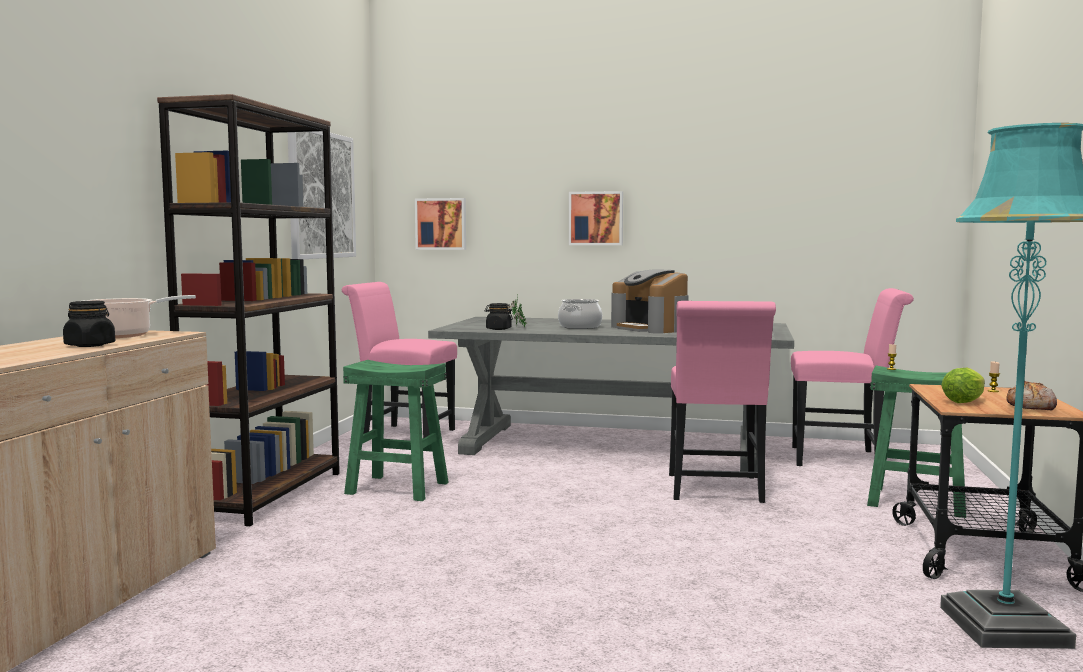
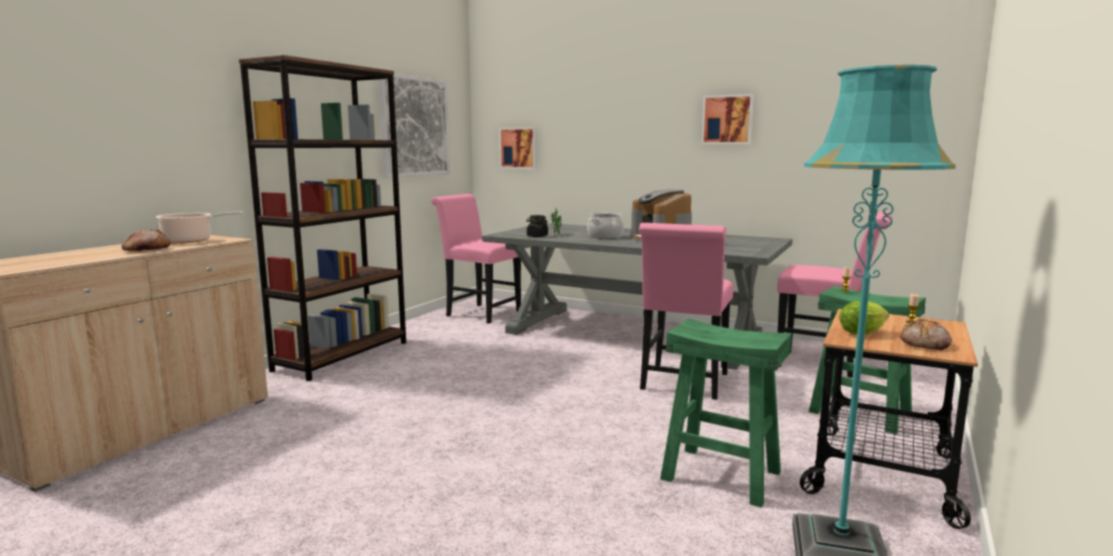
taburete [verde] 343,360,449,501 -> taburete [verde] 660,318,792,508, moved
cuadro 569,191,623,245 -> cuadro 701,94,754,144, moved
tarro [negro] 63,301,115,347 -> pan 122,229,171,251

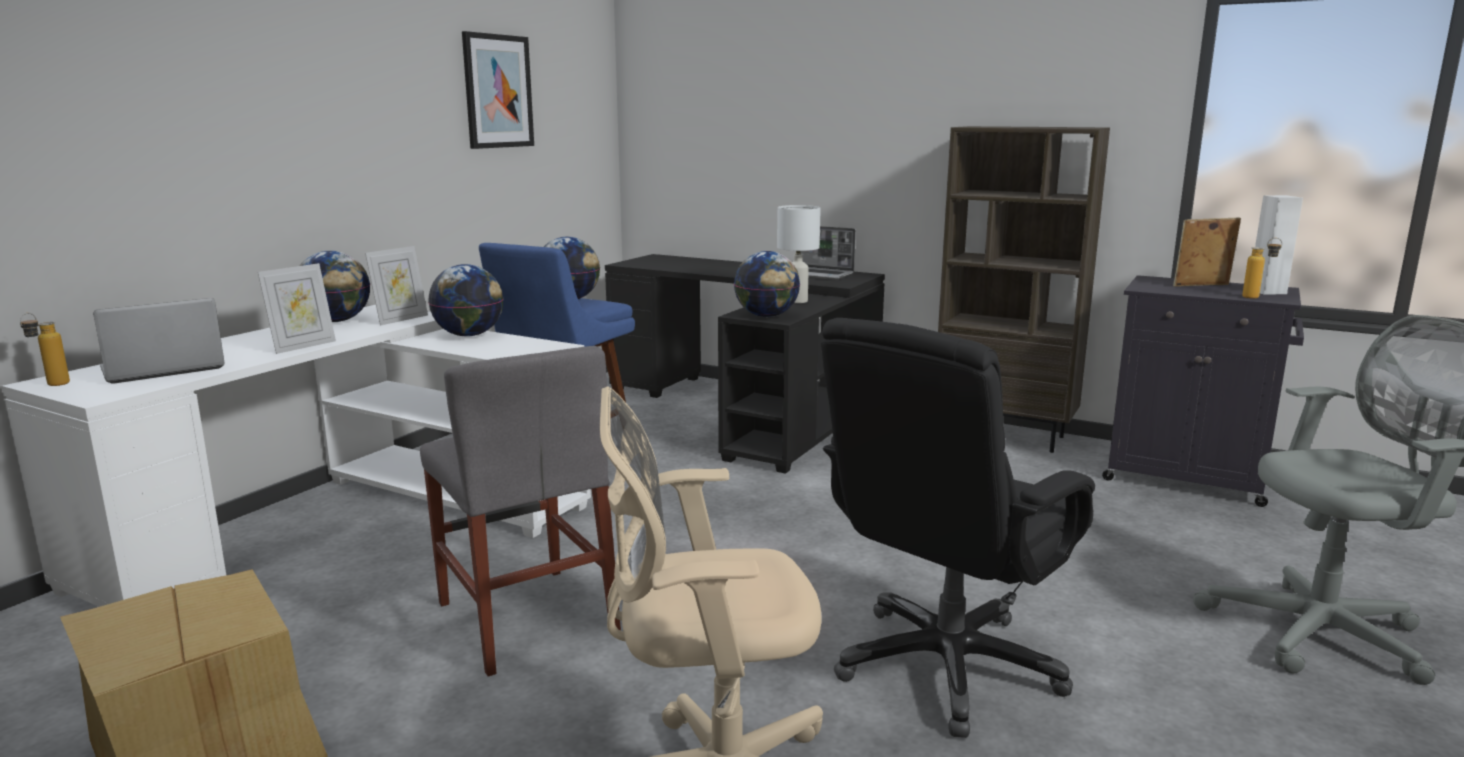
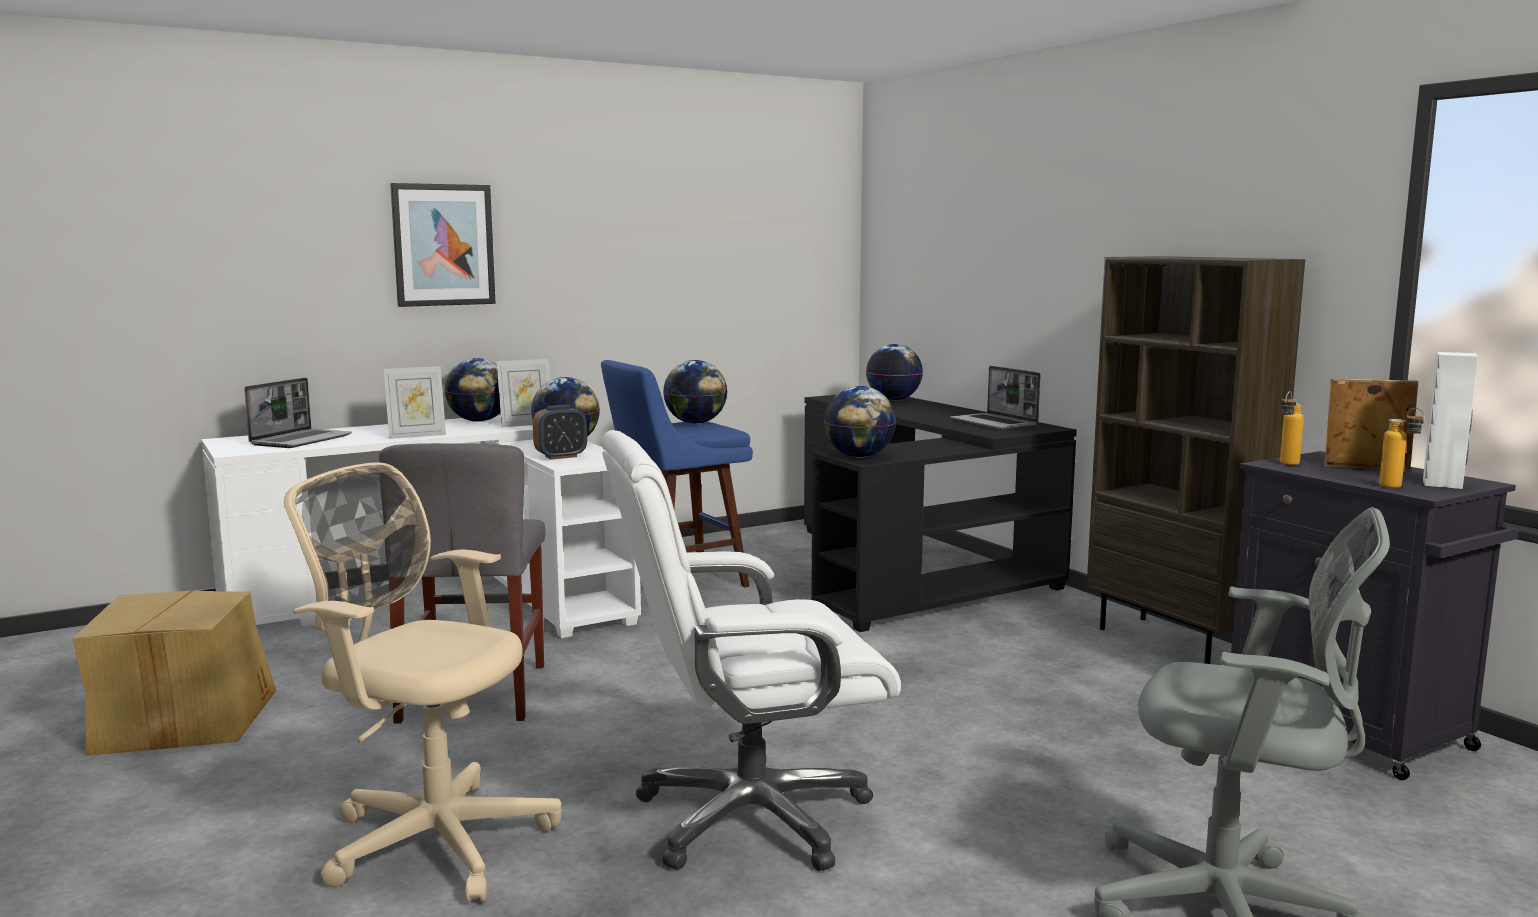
lámpara de mesa [blanco] 777,205,821,303 -> none
none -> despertador 533,405,587,460
none -> globo terráqueo 866,344,923,400
botella 20,313,70,386 -> botella 1280,391,1304,465, moved
cuadro 462,31,534,149 -> cuadro 390,183,496,307, moved
silla de oficina [negro] 821,318,1095,738 -> silla de oficina [blanco] 601,430,901,871
portátil 93,298,225,384 -> portátil 244,378,352,448, 120 degrees clockwise

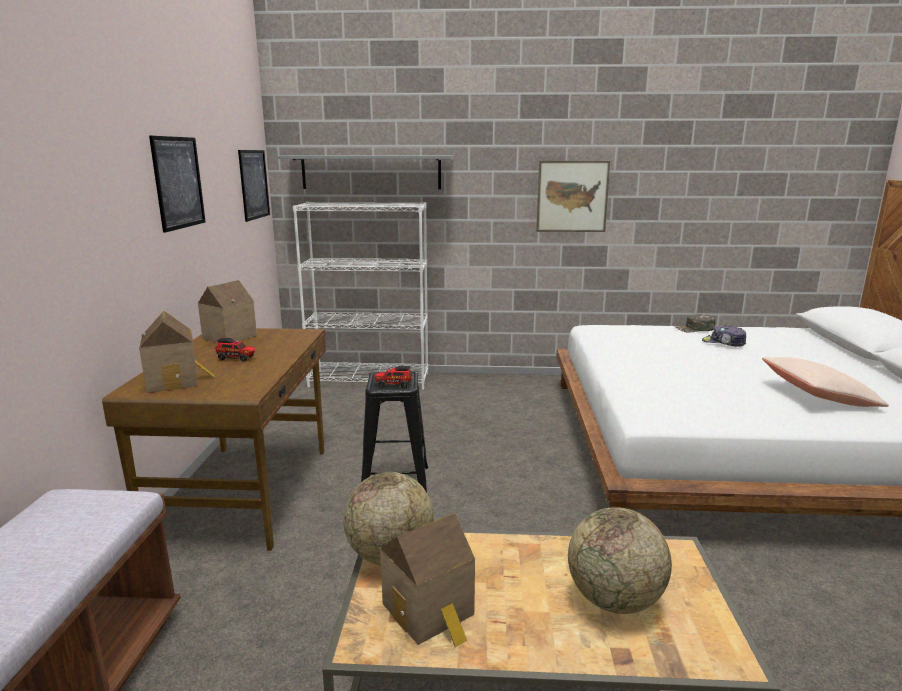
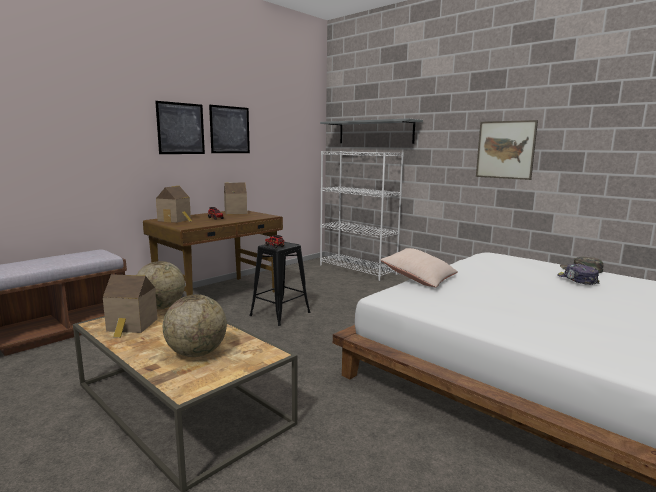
cuadro 238,150,270,222 -> cuadro 155,101,205,154, moved
cojín [beis] 762,357,889,407 -> cojín [beis] 381,248,458,287, moved

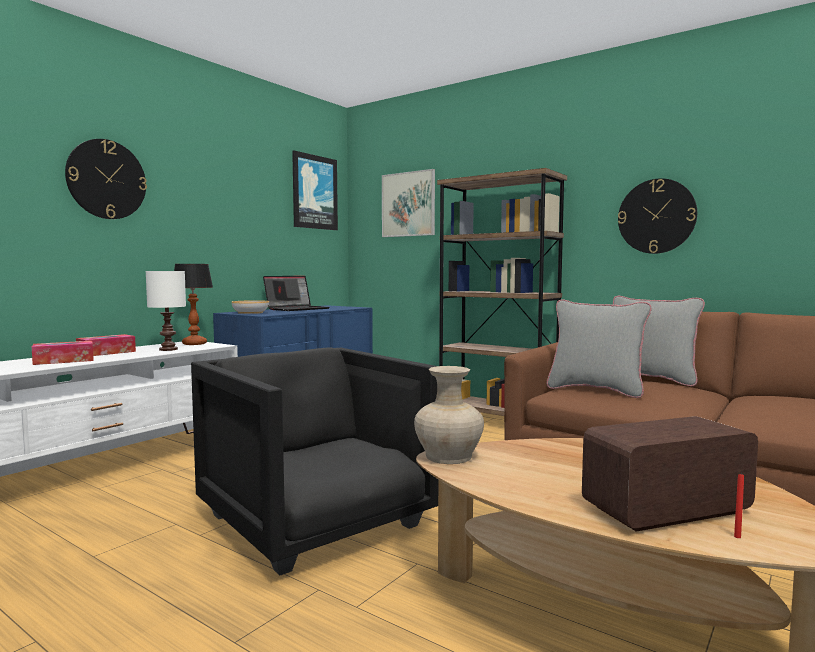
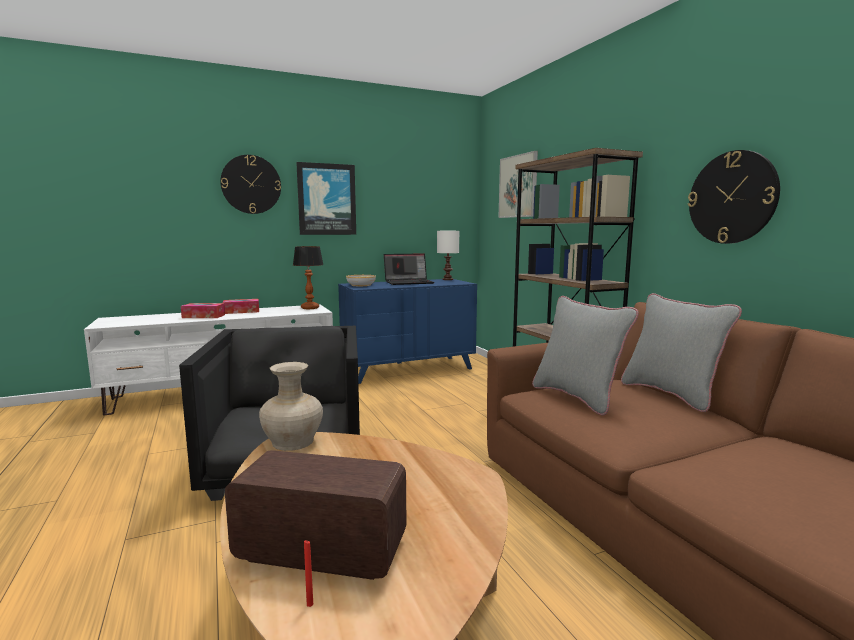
lámpara de mesa [blanco] 146,271,186,351 -> lámpara de mesa [blanco] 437,231,459,280, moved
cuadro 292,150,338,230 -> cuadro 296,162,356,235, moved

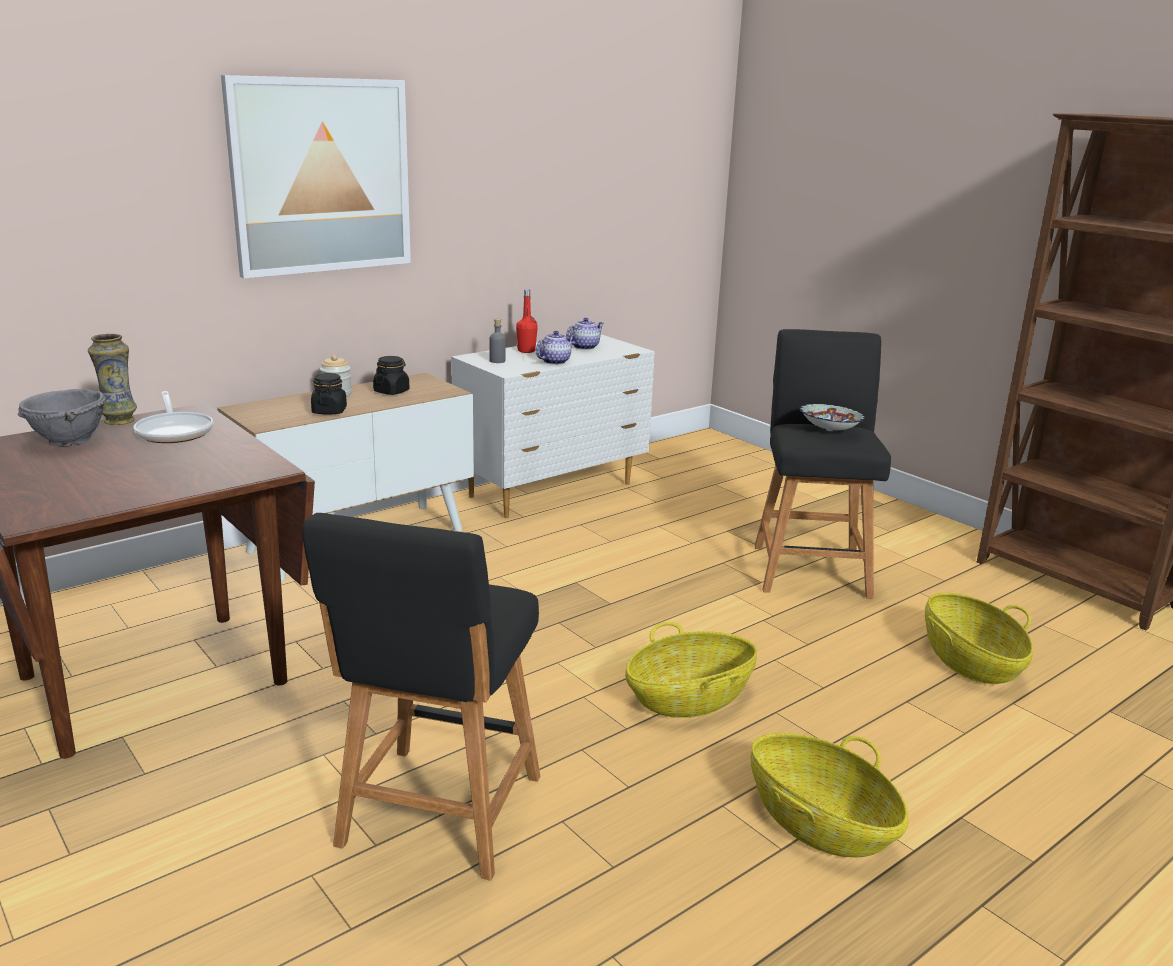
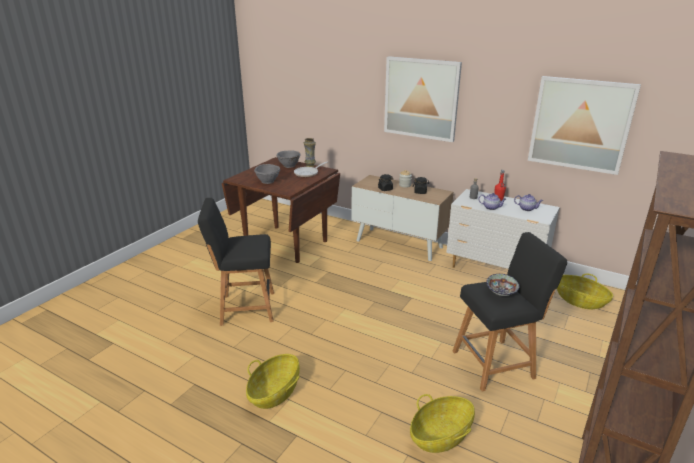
none -> cuenco [gris] 254,164,280,184
none -> cuadro 528,76,641,175
cesta 625,622,757,718 -> cesta 557,274,613,309, moved

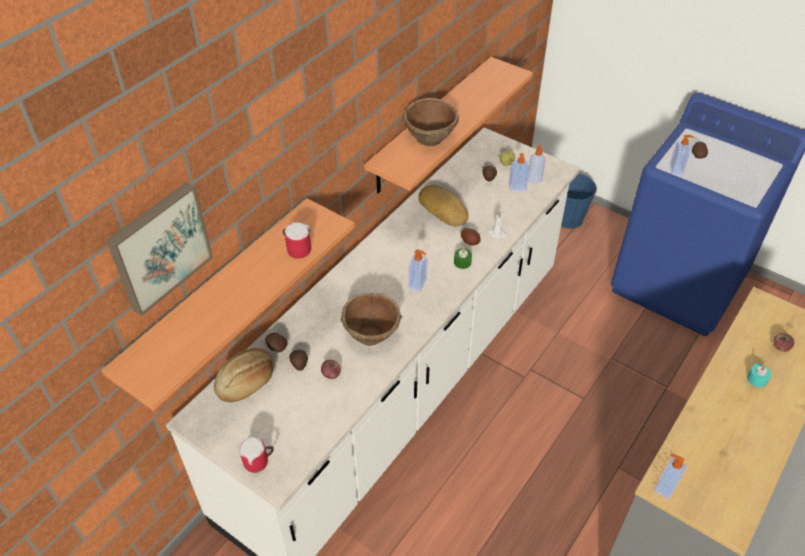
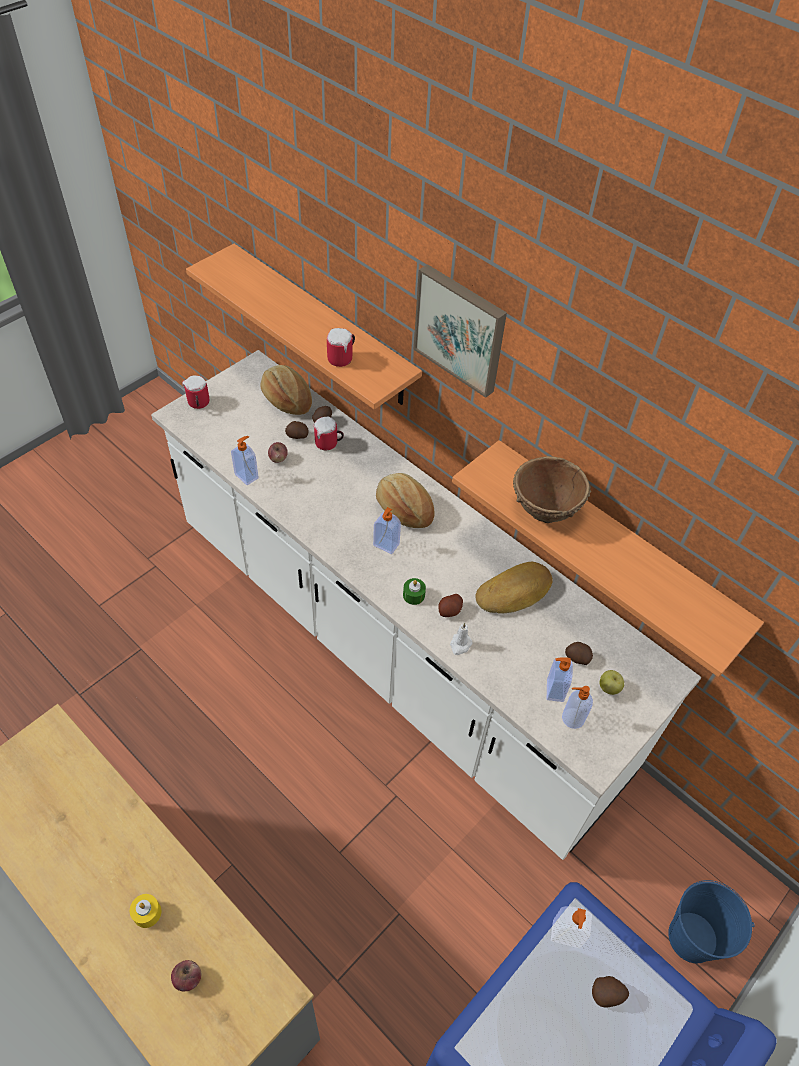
cuenco [marrón] 341,293,402,346 -> none
none -> taza grande 314,417,344,450
none -> pan 376,473,435,528
cuadro 106,182,213,316 -> cuadro 414,264,507,398, moved
dispensador de jabón 654,454,687,499 -> dispensador de jabón 231,436,259,485, moved
vela [turquesa] 747,364,772,387 -> vela [amarillo] 130,894,161,928

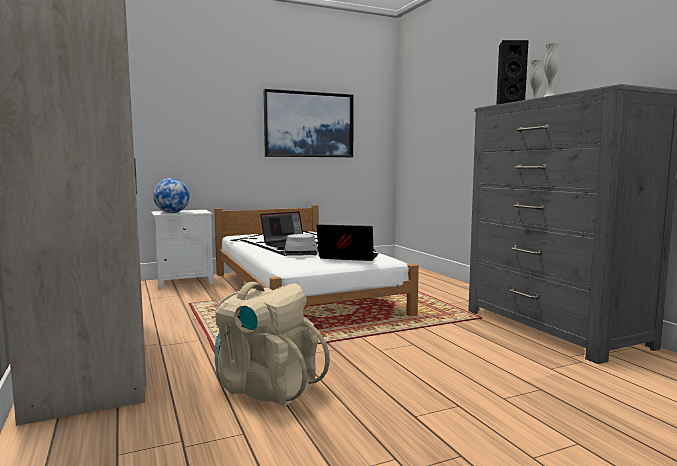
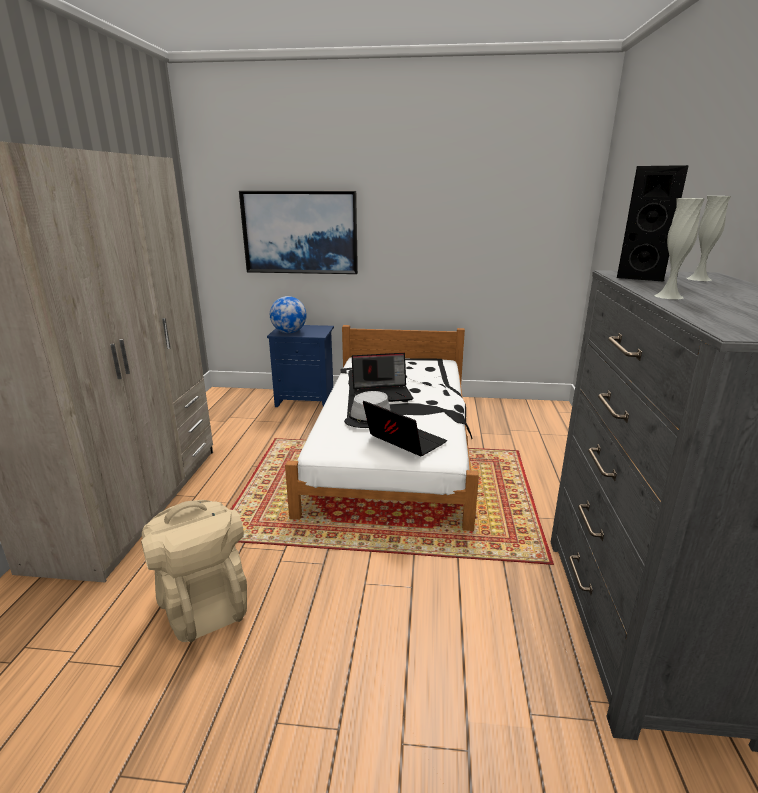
cuadro 263,89,354,157 -> cuadro 239,191,358,274, moved
mesita de noche [blanco] 151,210,214,289 -> mesita de noche [azul] 267,325,334,407

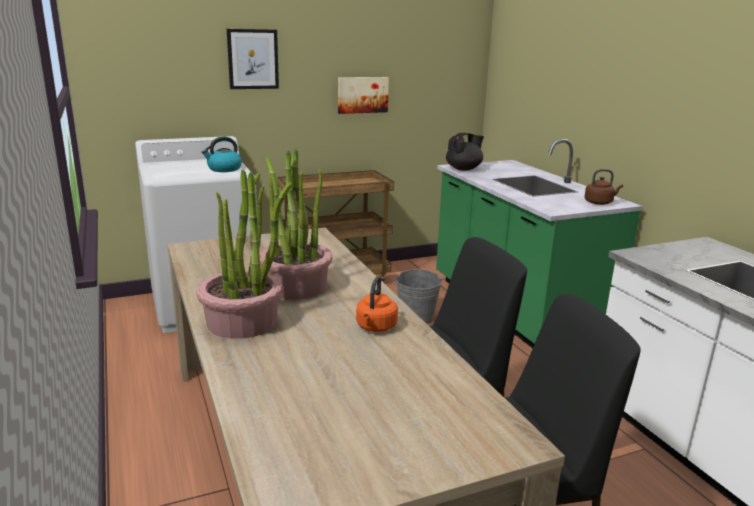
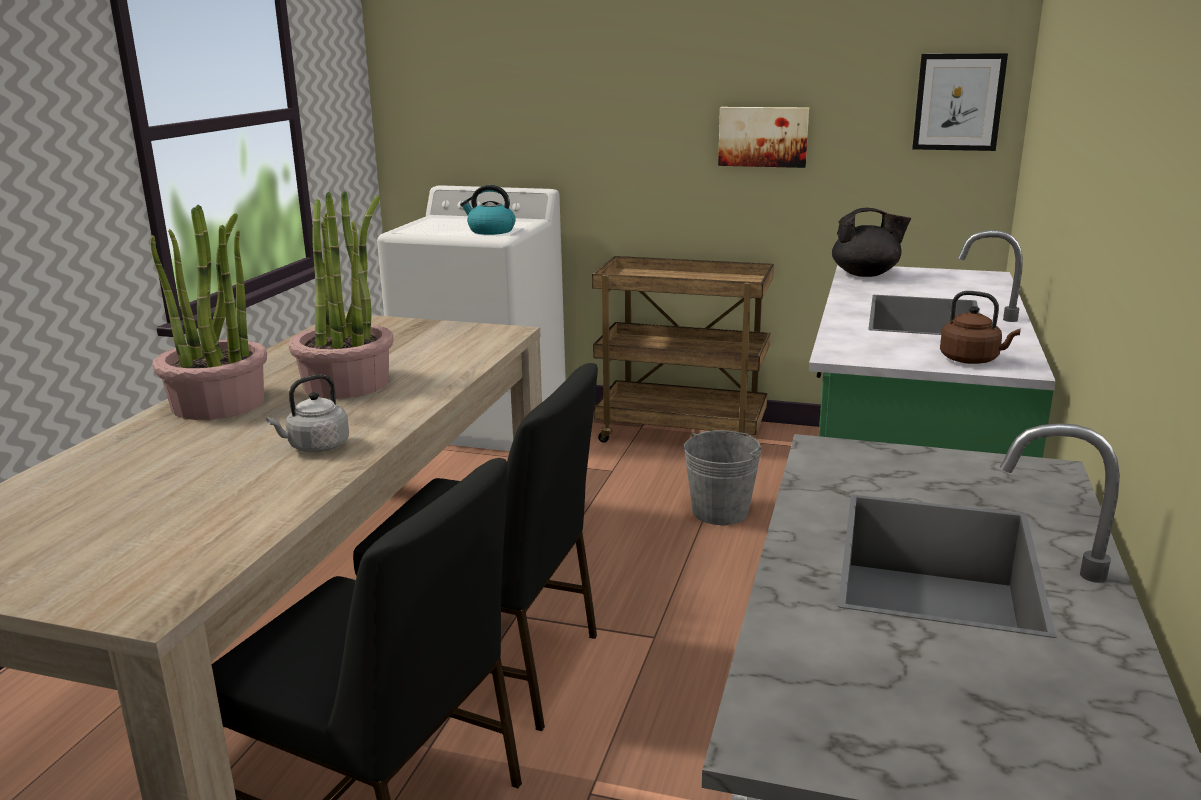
cuadro 227,29,279,89 -> cuadro 912,53,1008,151, moved
hervidor [naranja] 356,276,398,332 -> hervidor [gris] 266,374,349,453

